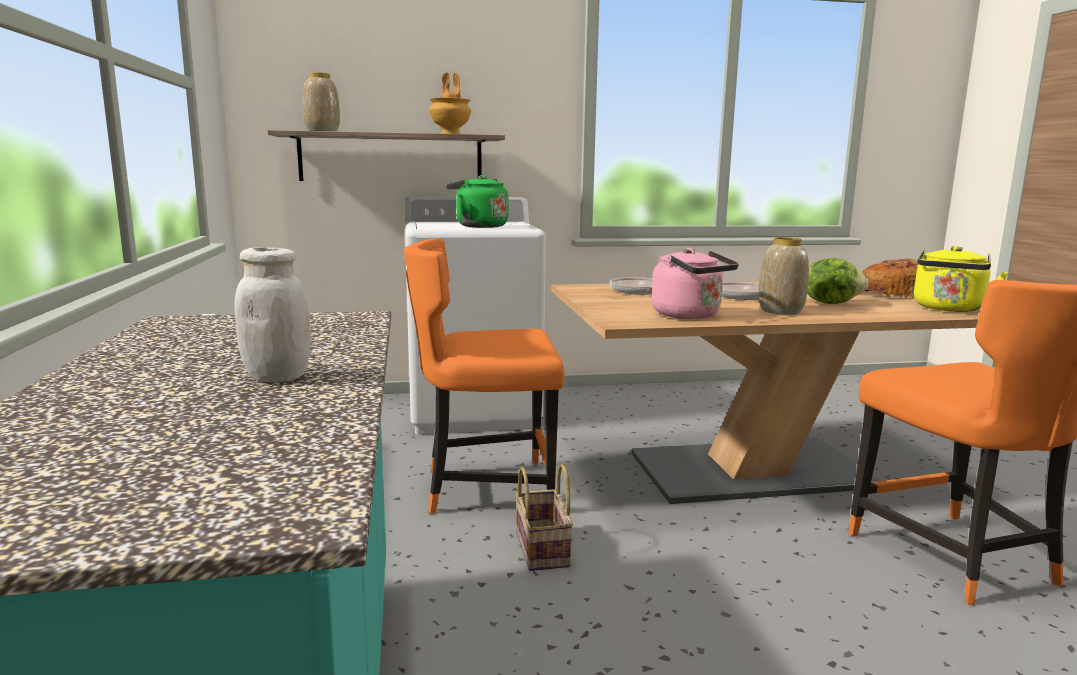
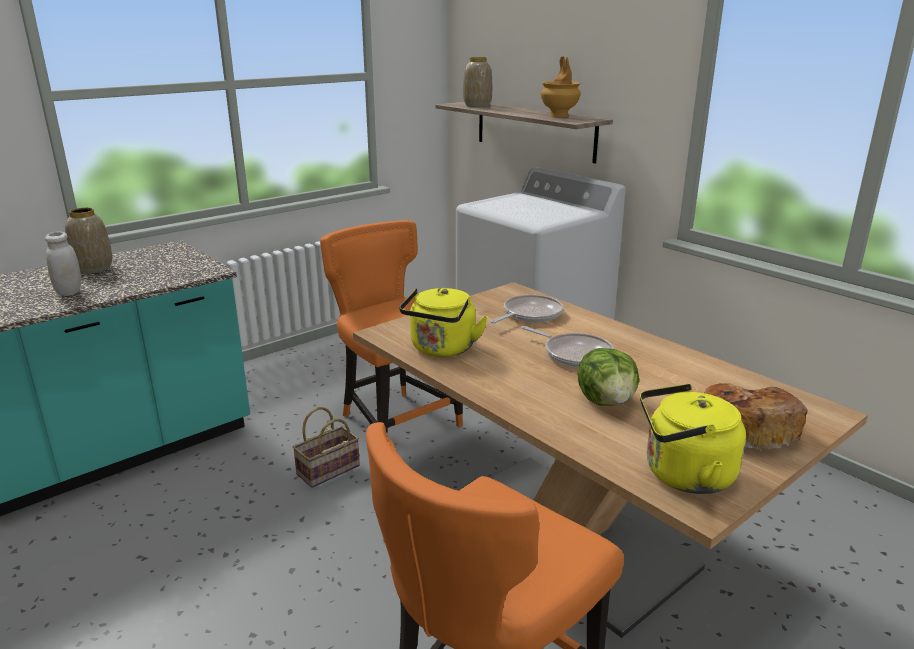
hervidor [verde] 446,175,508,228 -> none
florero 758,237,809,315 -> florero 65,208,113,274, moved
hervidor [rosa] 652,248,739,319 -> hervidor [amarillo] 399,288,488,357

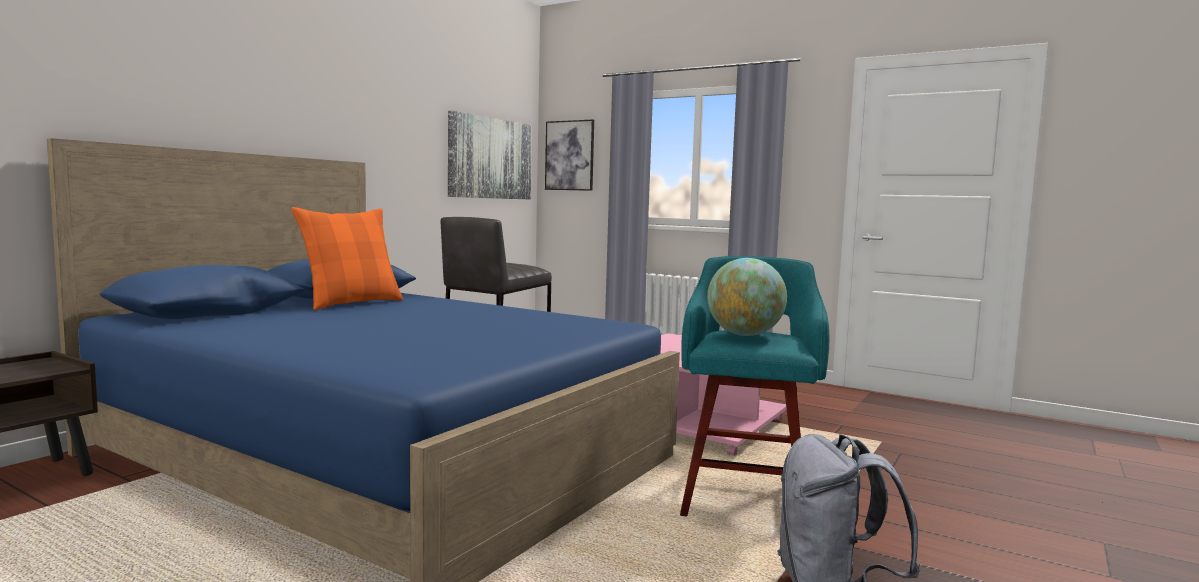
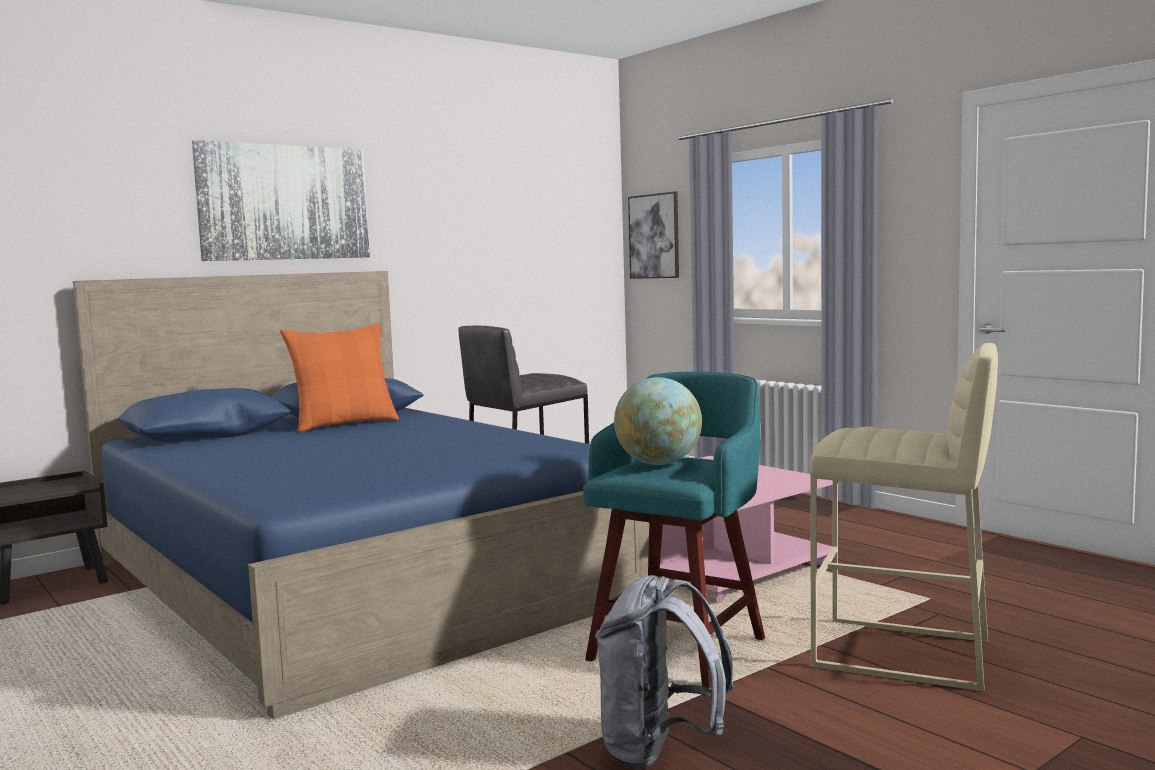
none -> taburete [beis] 810,343,998,691
cuadro 448,111,532,200 -> cuadro 192,140,370,261, moved

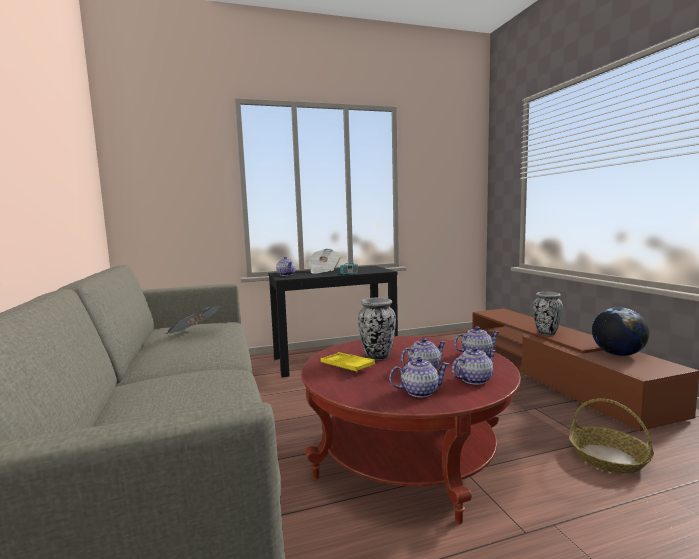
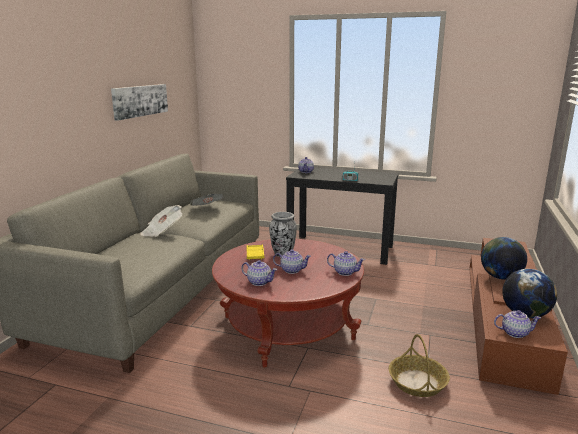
none -> cuadro 111,84,168,121
periódico 307,249,342,274 -> periódico 140,205,182,237, moved
tetera 452,347,496,385 -> tetera 494,310,541,338, moved
florero 533,292,563,336 -> globo terráqueo 481,237,527,279

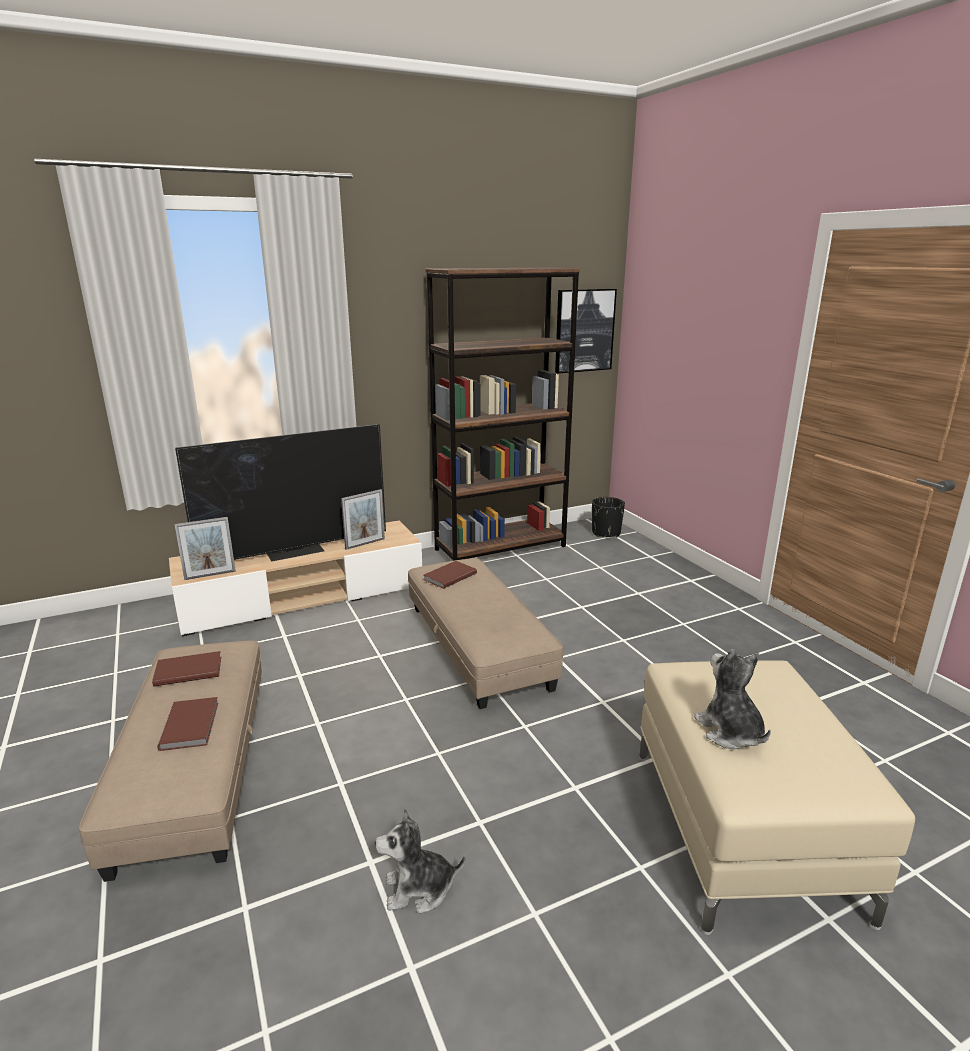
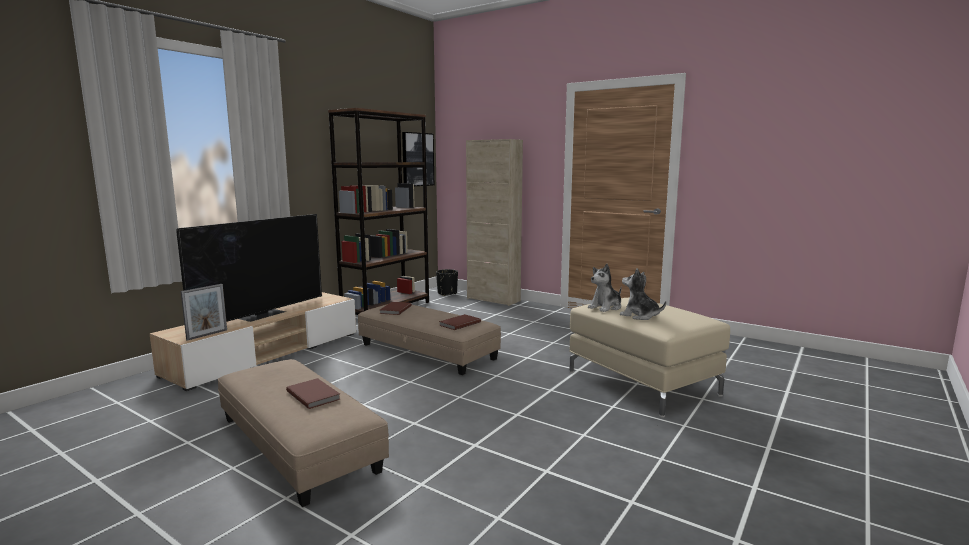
portarretratos 341,489,385,550 -> none
none -> armario [beis] 466,139,523,306
libro [marrón] 152,651,221,687 -> libro [marrón] 439,314,481,330, moved
peluche 375,808,465,914 -> peluche 588,264,622,312, moved

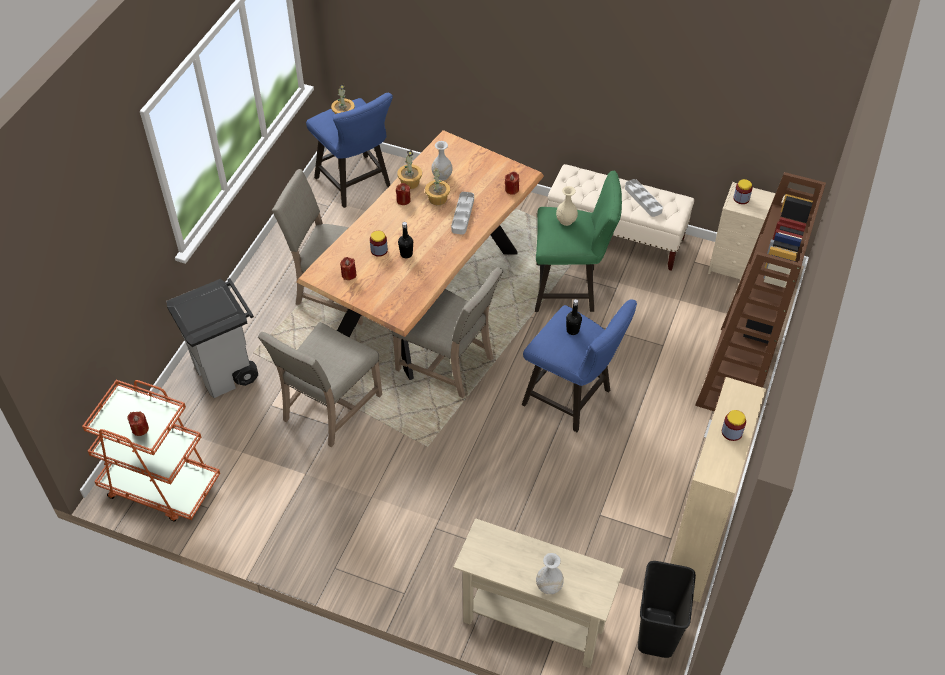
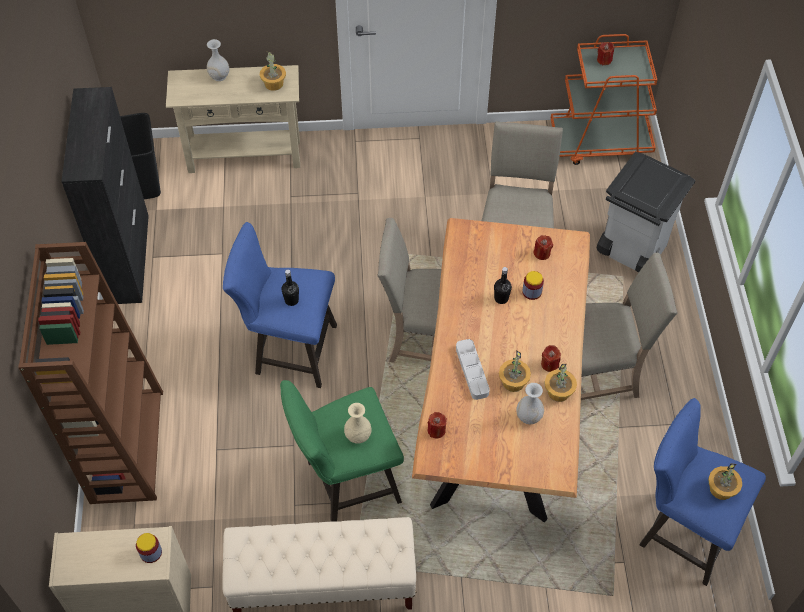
bandeja [gris] 625,179,663,217 -> none
tarro 722,410,746,441 -> none
none -> planta en maceta 260,52,286,91
armario [beis] 670,377,766,602 -> armario [negro] 61,87,149,304

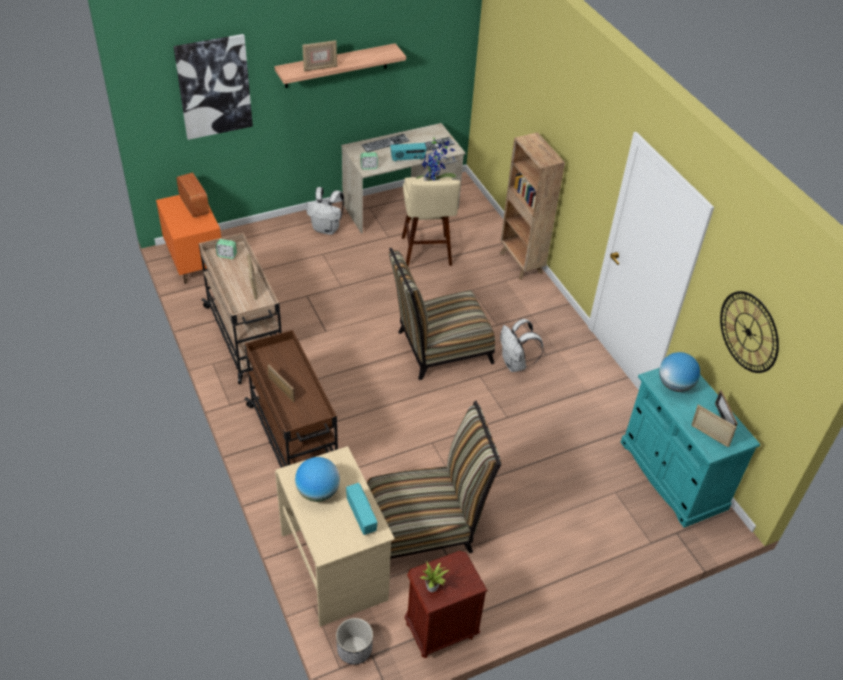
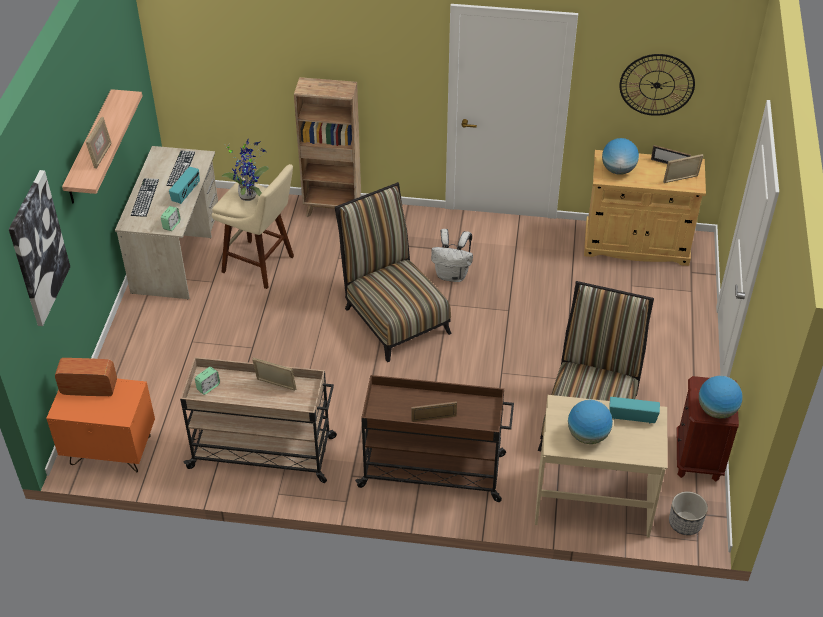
mochila [blanco] 307,187,344,235 -> none
planta en maceta 420,561,449,592 -> globo terráqueo 699,376,743,419
armario [turquesa] 620,368,760,528 -> armario [beis] 584,150,706,266
silla 389,248,495,380 -> silla 335,182,452,362, 135 degrees clockwise

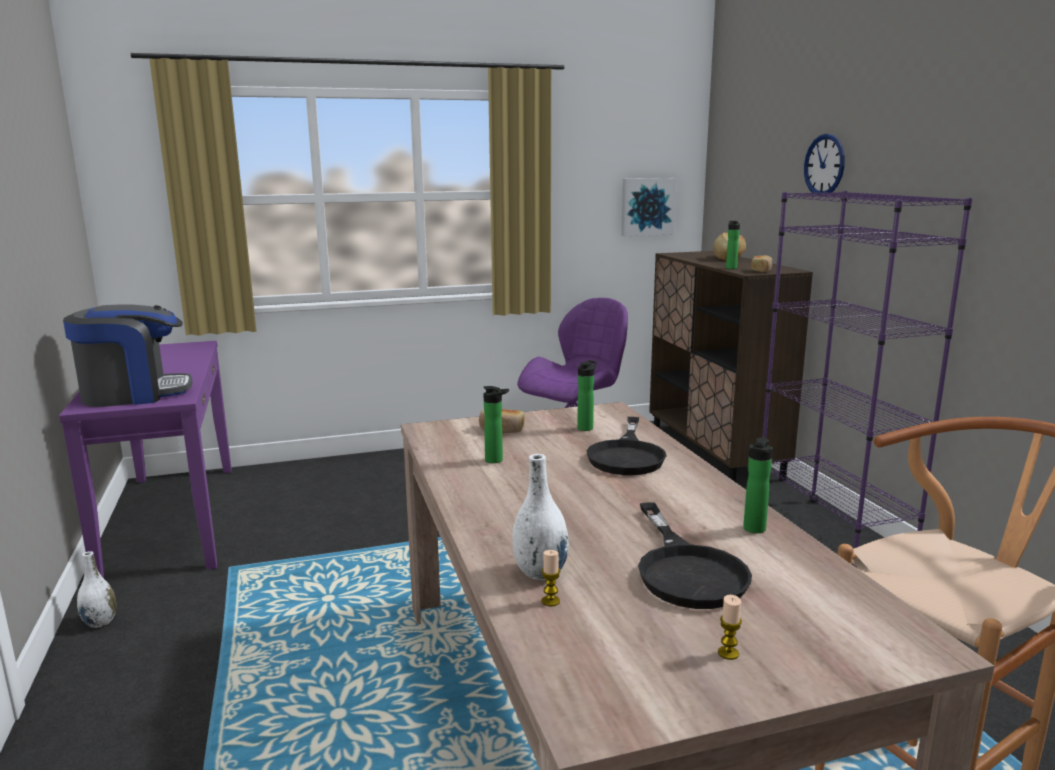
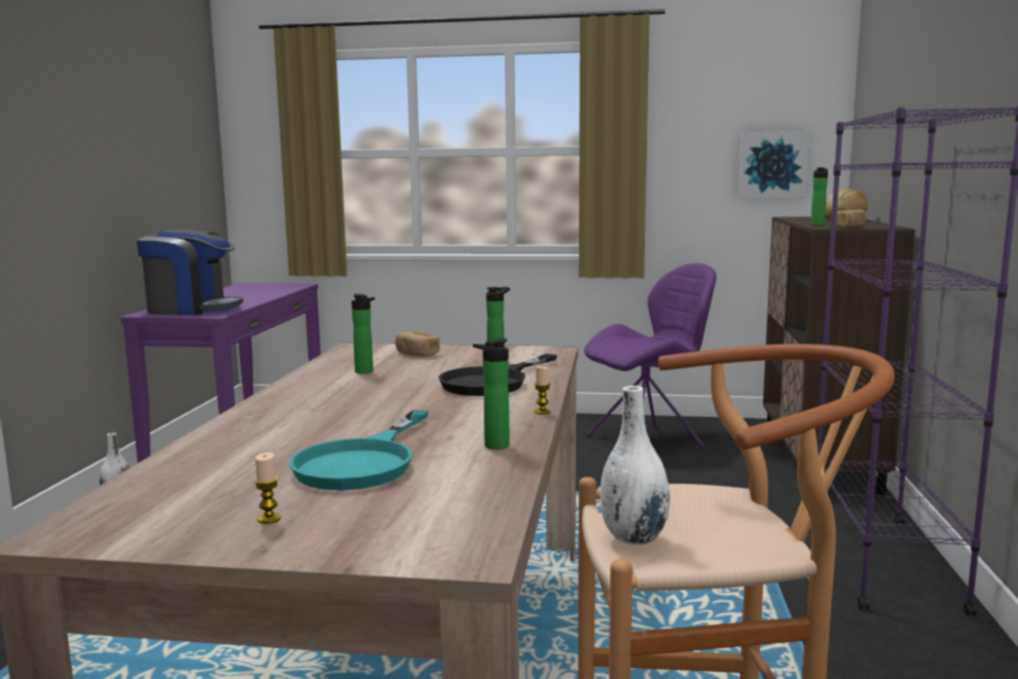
reloj de pared 804,134,845,196 -> none
florero [blanco] 512,454,569,580 -> florero [blanco] 600,386,670,545, moved
vela 541,550,560,606 -> vela 535,366,550,414, moved
sartén [negro] 638,502,752,609 -> sartén [turquesa] 289,410,429,490

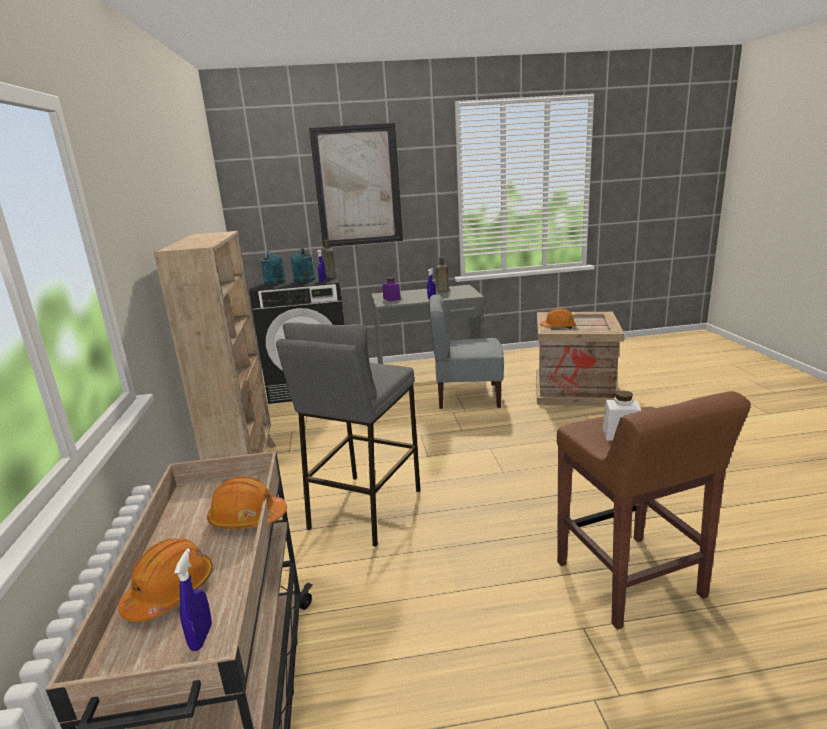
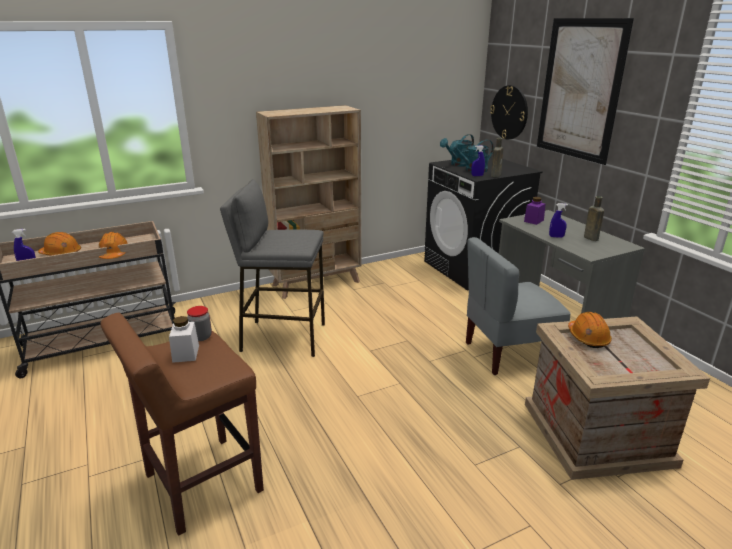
none -> tarro 187,306,212,341
none -> reloj de pared 490,85,528,139
silla [gris] 429,294,504,409 -> silla [gris] 466,237,571,375, 90 degrees counterclockwise

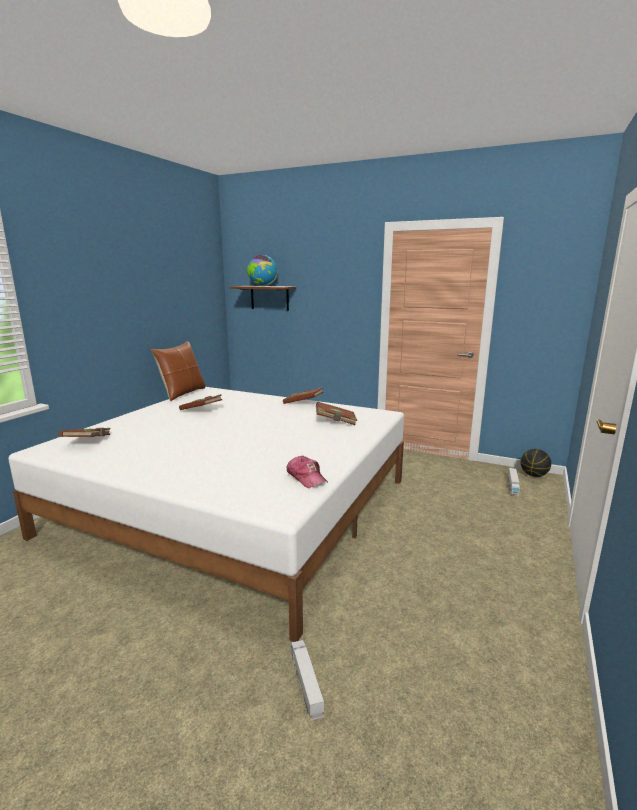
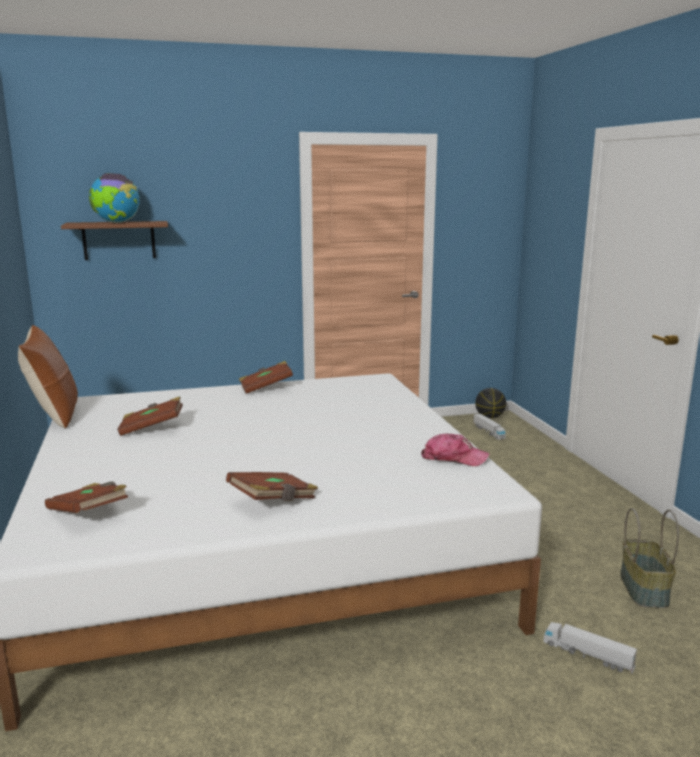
none -> cesta 620,508,679,608
libro [marrón] 316,402,357,425 -> libro [marrón] 226,472,318,501, moved

